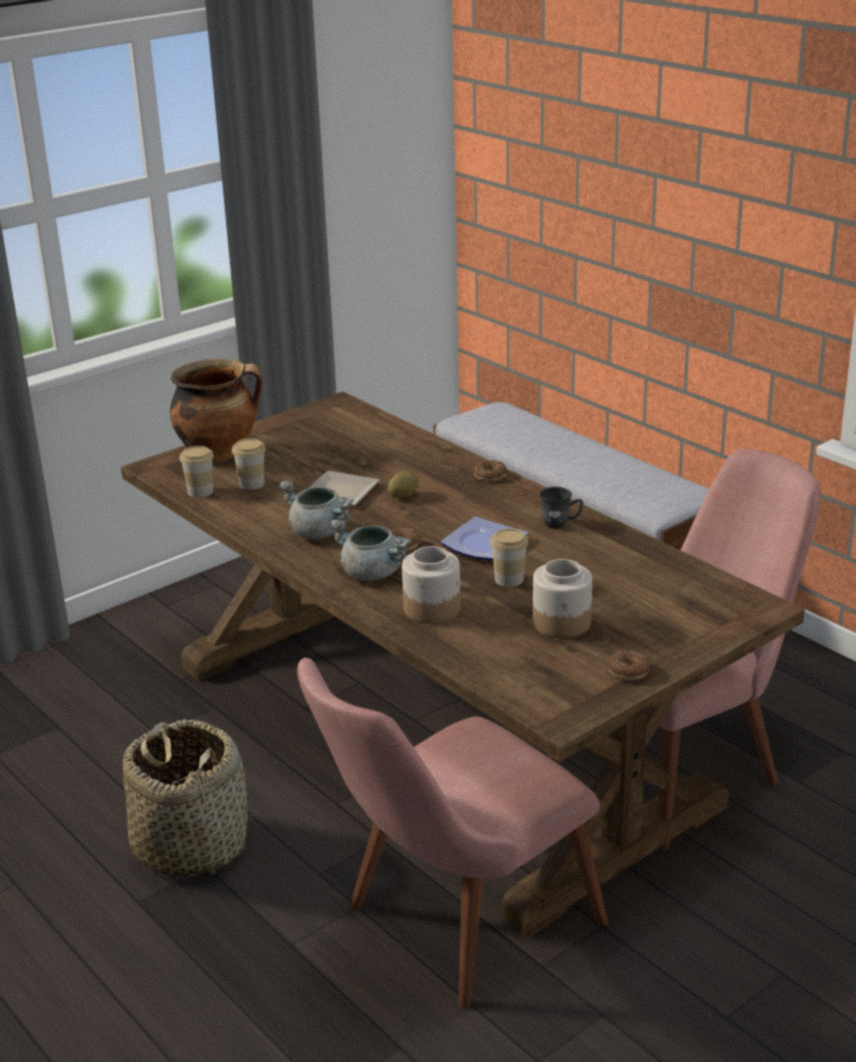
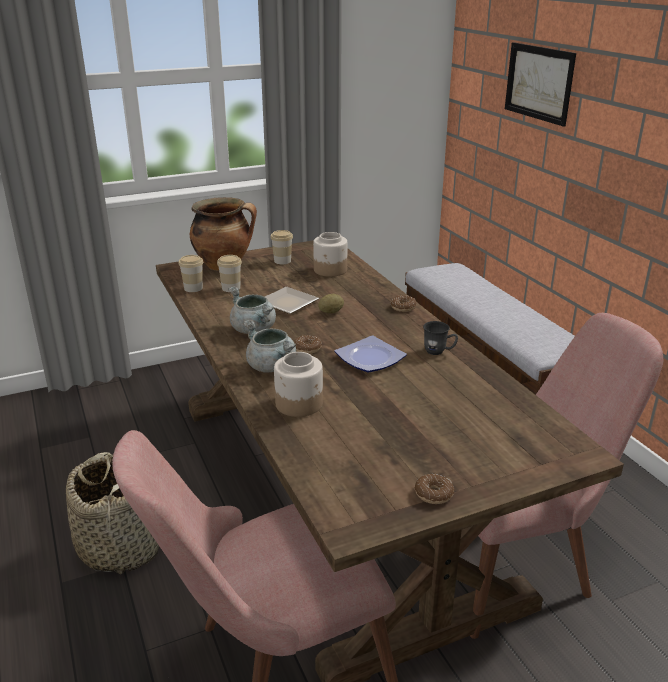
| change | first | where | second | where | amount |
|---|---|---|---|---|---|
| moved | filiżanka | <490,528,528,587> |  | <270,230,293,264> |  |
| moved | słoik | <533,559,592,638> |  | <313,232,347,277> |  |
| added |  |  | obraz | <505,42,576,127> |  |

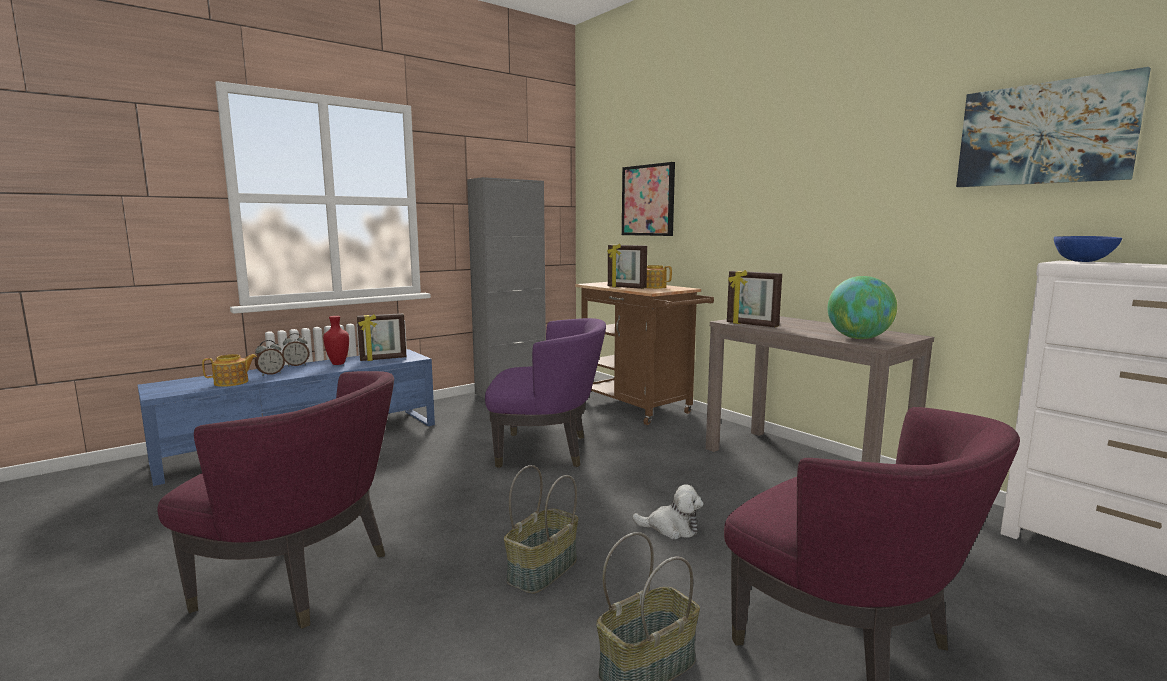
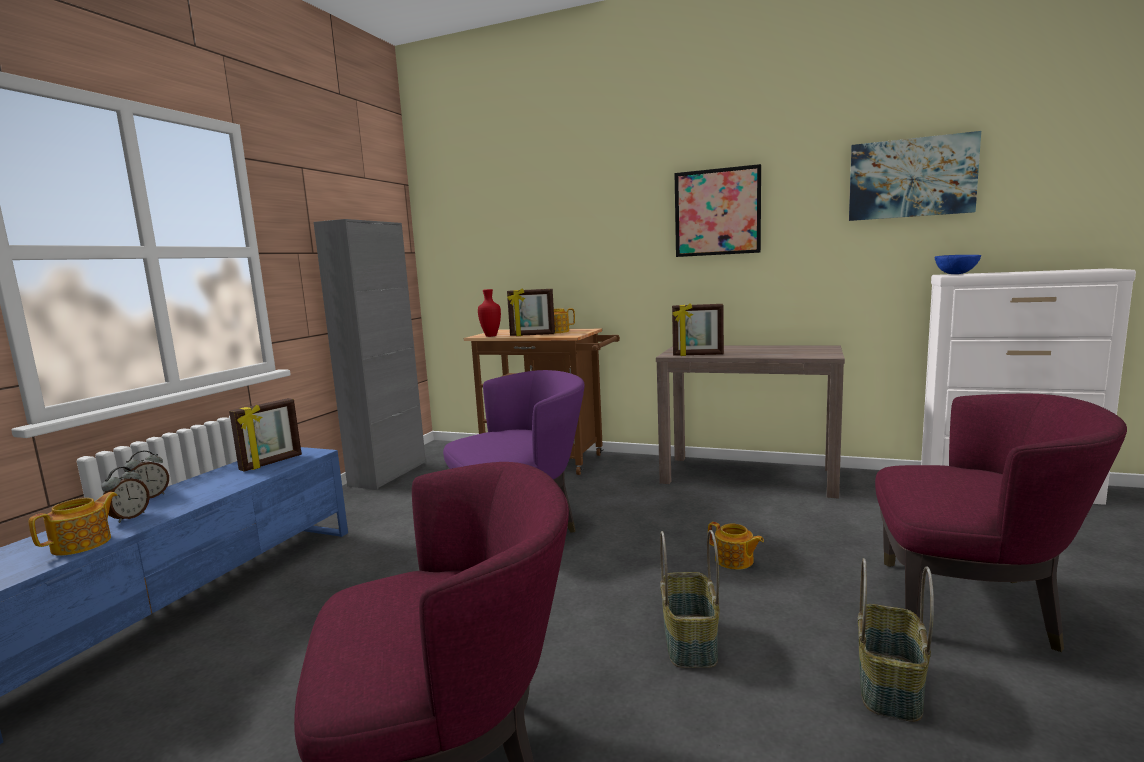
| change | first | where | second | where | amount |
|---|---|---|---|---|---|
| moved | obraz | <622,162,675,236> |  | <675,164,761,257> |  |
| removed | globus | <828,276,897,339> |  |  |  |
| moved | wazon/czerwony | <323,316,349,365> |  | <478,289,501,337> |  |
| replaced | pluszak | <632,484,704,540> | imbryk | <708,522,764,570> |  |

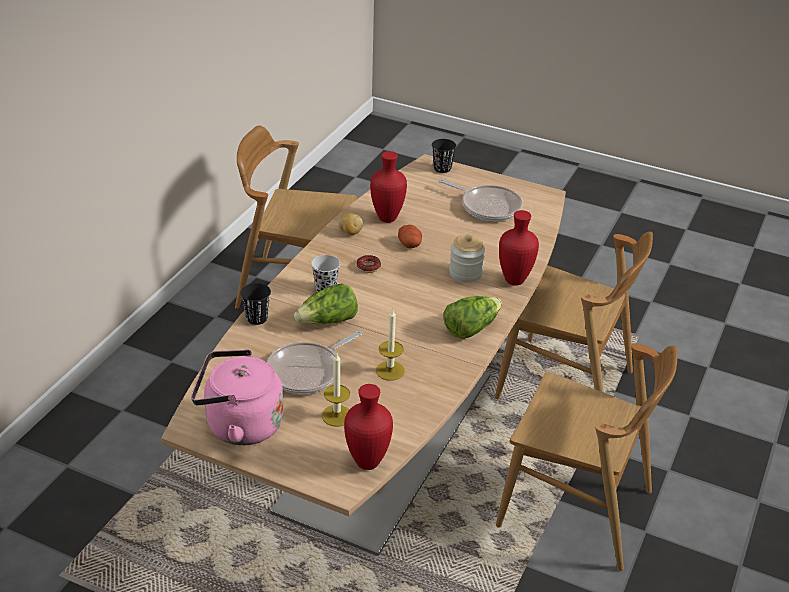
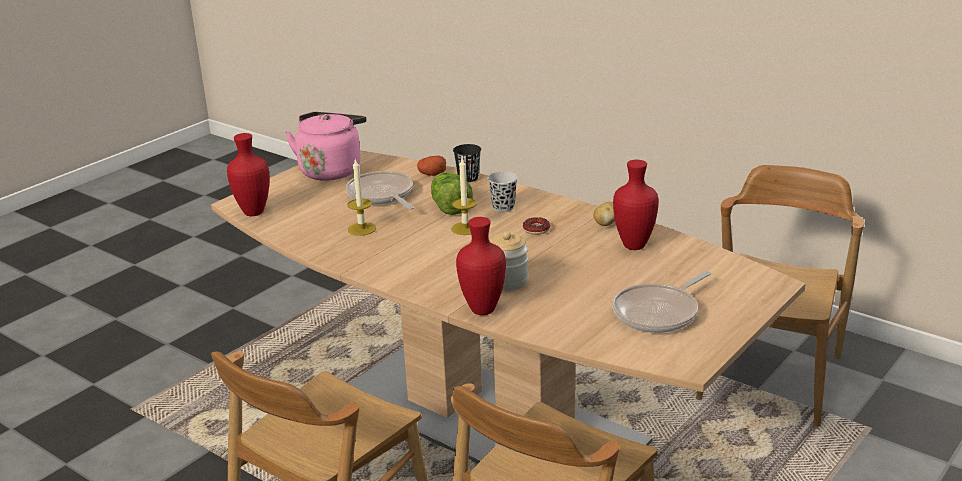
| change | first | where | second | where | amount |
|---|---|---|---|---|---|
| removed | filiżanka/czarny | <432,139,456,173> |  |  |  |
| moved | ziemniak | <398,225,422,248> |  | <417,155,446,176> |  |
| removed | sałata | <443,296,502,339> |  |  |  |
| moved | świeca | <322,354,350,427> |  | <451,159,477,235> |  |

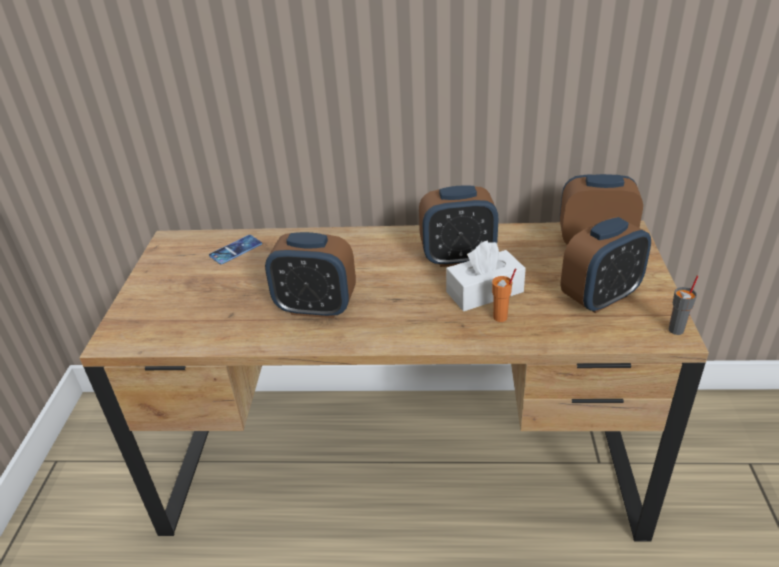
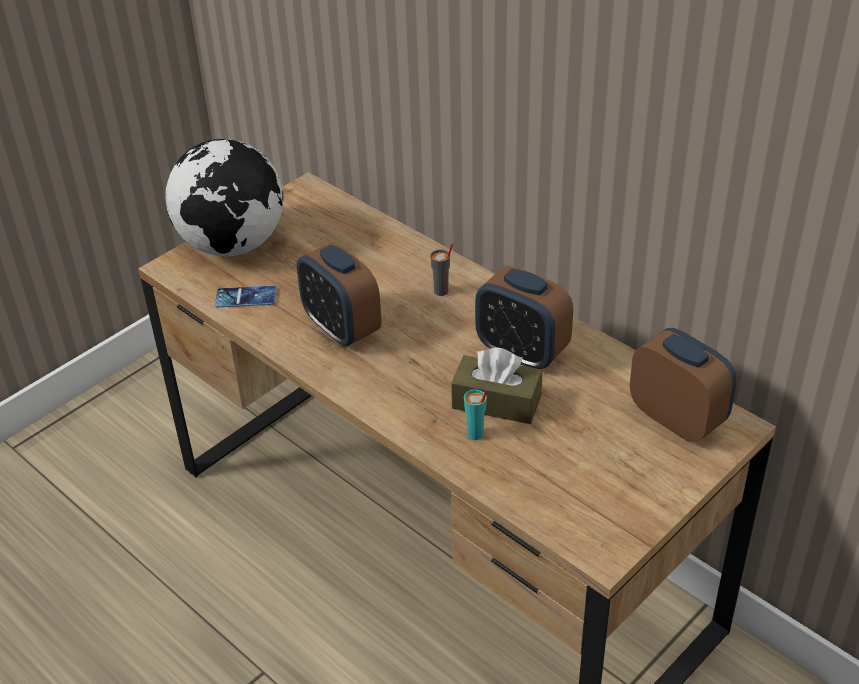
| change | first | where | second | where | amount |
|---|---|---|---|---|---|
| removed | budzik | <561,217,651,313> |  |  |  |
| moved | telefon | <209,235,262,264> |  | <215,285,277,307> |  |
| recoloured | pudełko chusteczek/biały | <446,241,526,311> | pudełko chusteczek/brązowy | <451,347,542,424> |  |
| recoloured | filiżanka/pomarańczowy | <492,269,516,322> | filiżanka/turkusowy | <464,389,487,440> |  |
| moved | filiżanka/szary | <669,276,698,335> |  | <430,244,453,296> |  |
| added |  |  | globus | <165,139,283,256> |  |

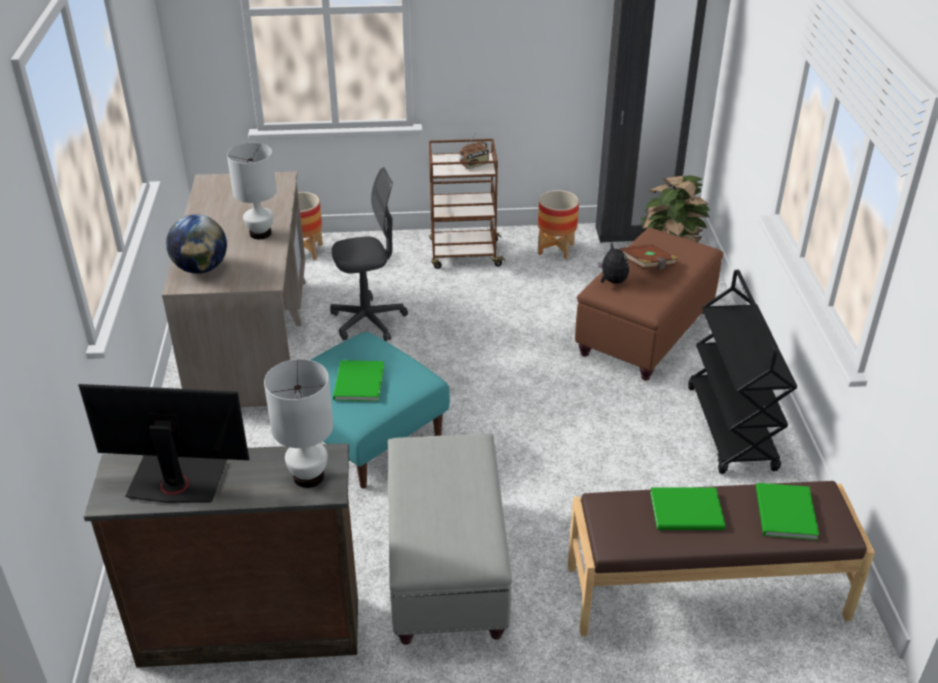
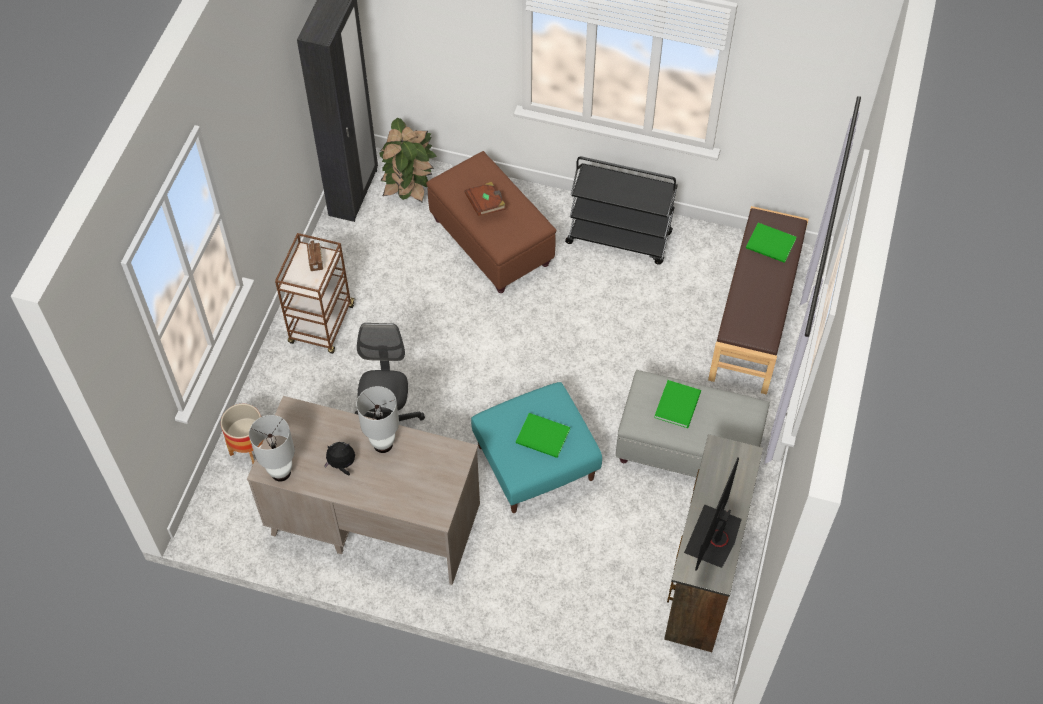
| change | first | where | second | where | amount |
|---|---|---|---|---|---|
| removed | donica | <538,190,579,260> |  |  |  |
| removed | globus | <166,214,227,274> |  |  |  |
| moved | pluszak | <598,244,629,284> |  | <324,442,355,475> |  |
| moved | lampa stołowa/biały | <264,359,333,488> |  | <249,415,295,482> |  |
| moved | książka/zielony | <650,487,725,530> |  | <654,380,701,428> |  |

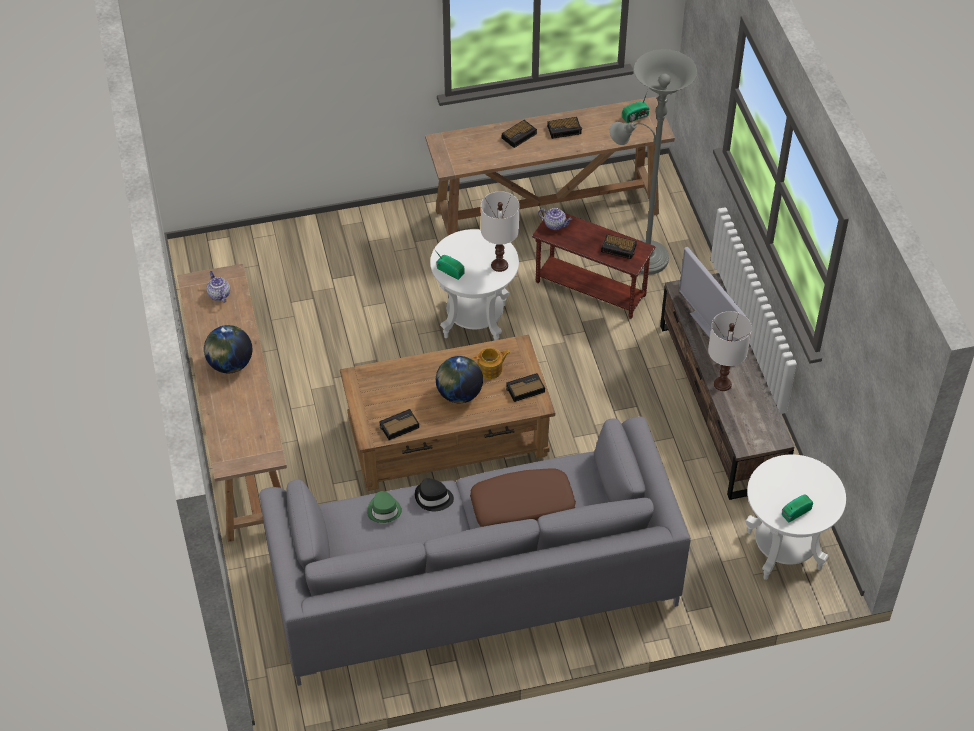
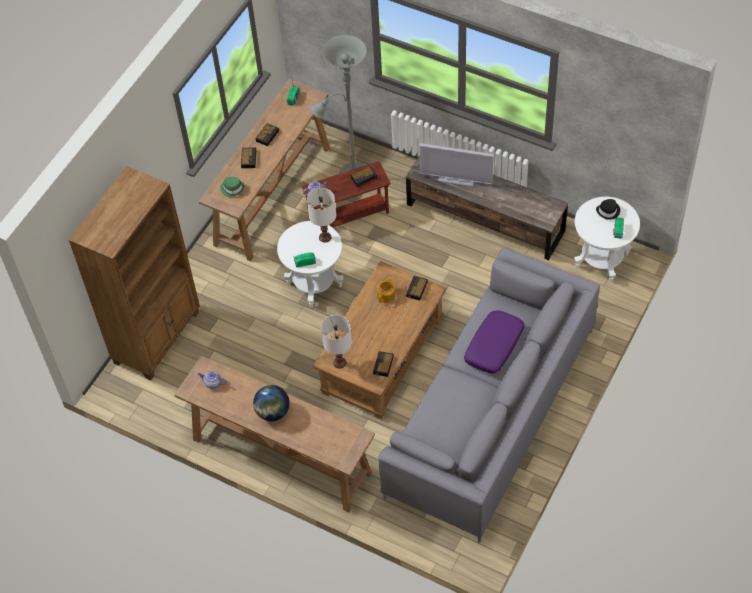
| change | first | where | second | where | amount |
|---|---|---|---|---|---|
| moved | lampa stołowa/biały | <708,311,752,391> |  | <321,315,352,369> |  |
| removed | globus | <436,356,483,403> |  |  |  |
| recoloured | poduszka/brązowy | <470,468,576,527> | poduszka/fioletowy | <464,310,525,374> |  |
| moved | kapelusz/czarny | <415,478,454,511> |  | <596,199,620,220> |  |
| moved | kapelusz/zielony | <367,491,402,523> |  | <220,177,245,197> |  |
| added |  |  | regał/brązowy | <68,166,200,380> |  |

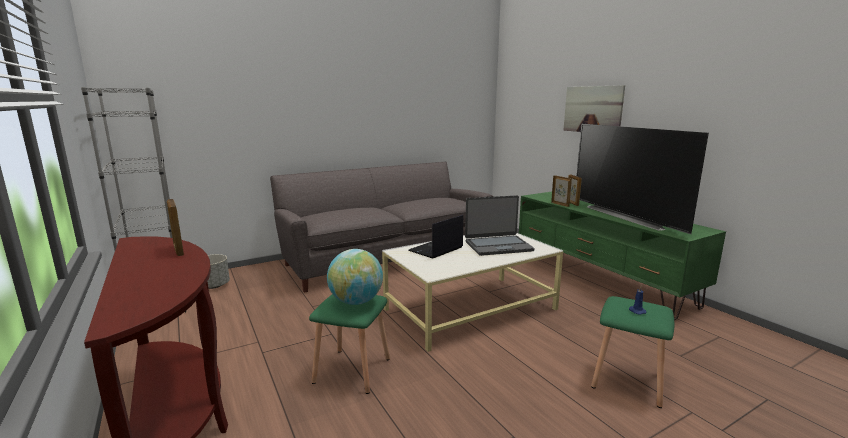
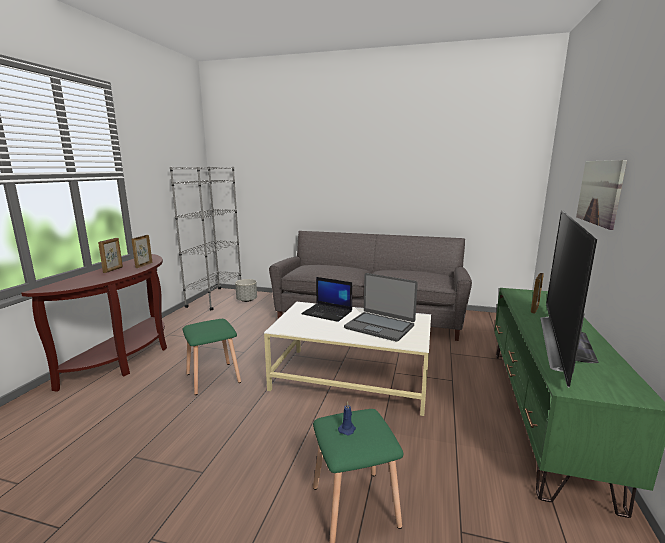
| change | first | where | second | where | amount |
|---|---|---|---|---|---|
| moved | ramka na zdjęcie | <551,175,572,207> |  | <98,238,123,273> |  |
| turned | laptop | <408,215,463,259> |  | <301,277,352,322> | 150 degrees counterclockwise |
| removed | globus | <327,249,383,305> |  |  |  |

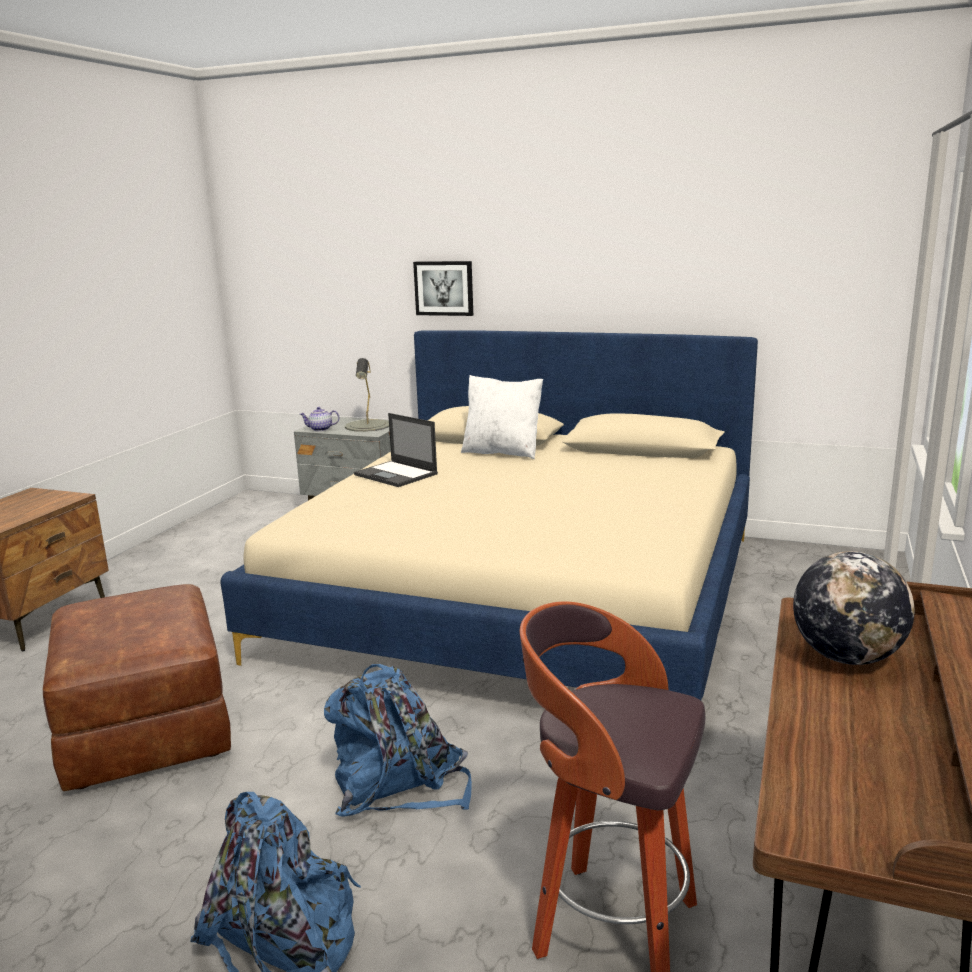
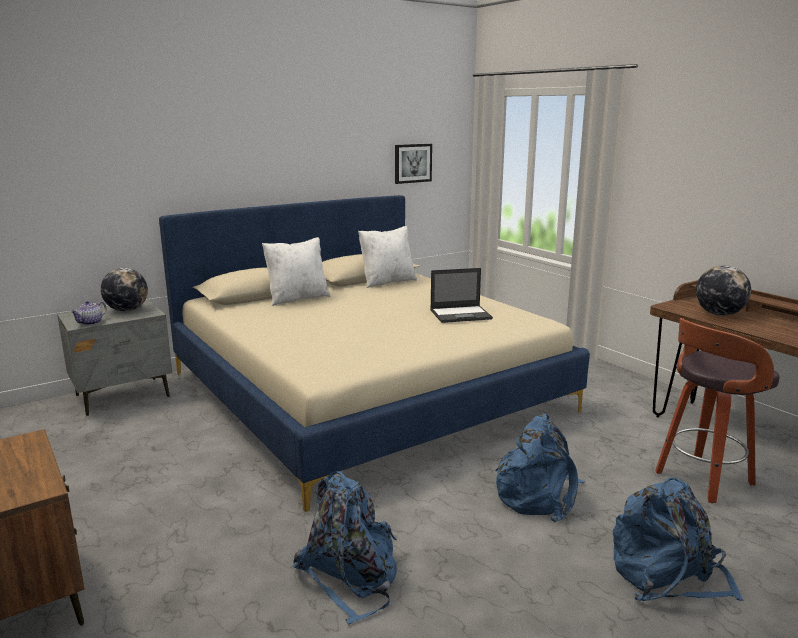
| change | first | where | second | where | amount |
|---|---|---|---|---|---|
| moved | obraz | <413,261,473,316> |  | <395,144,432,184> |  |
| replaced | lampa stołowa/szary | <345,358,389,432> | globus | <101,268,148,311> |  |
| moved | laptop | <354,413,438,487> |  | <430,268,493,323> |  |
| replaced | pufa/brązowy | <43,584,231,791> | plecak/niebieski | <293,471,397,624> |  |
| added |  |  | poduszka/biały | <358,226,417,288> |  |

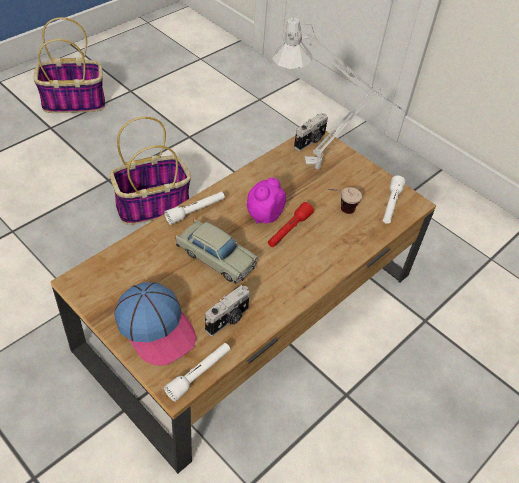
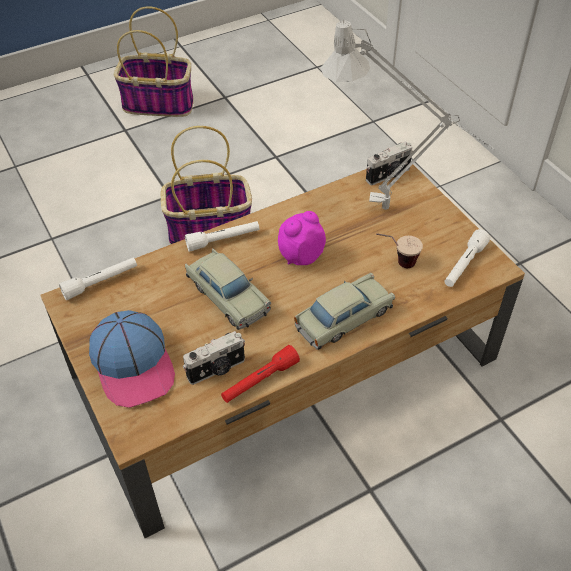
| change | first | where | second | where | amount |
|---|---|---|---|---|---|
| moved | latarka/czerwony | <268,202,314,247> |  | <221,345,300,403> |  |
| moved | latarka/biały | <164,343,231,402> |  | <59,257,137,300> |  |
| added |  |  | samochodzik/beżowy | <294,273,395,350> |  |

